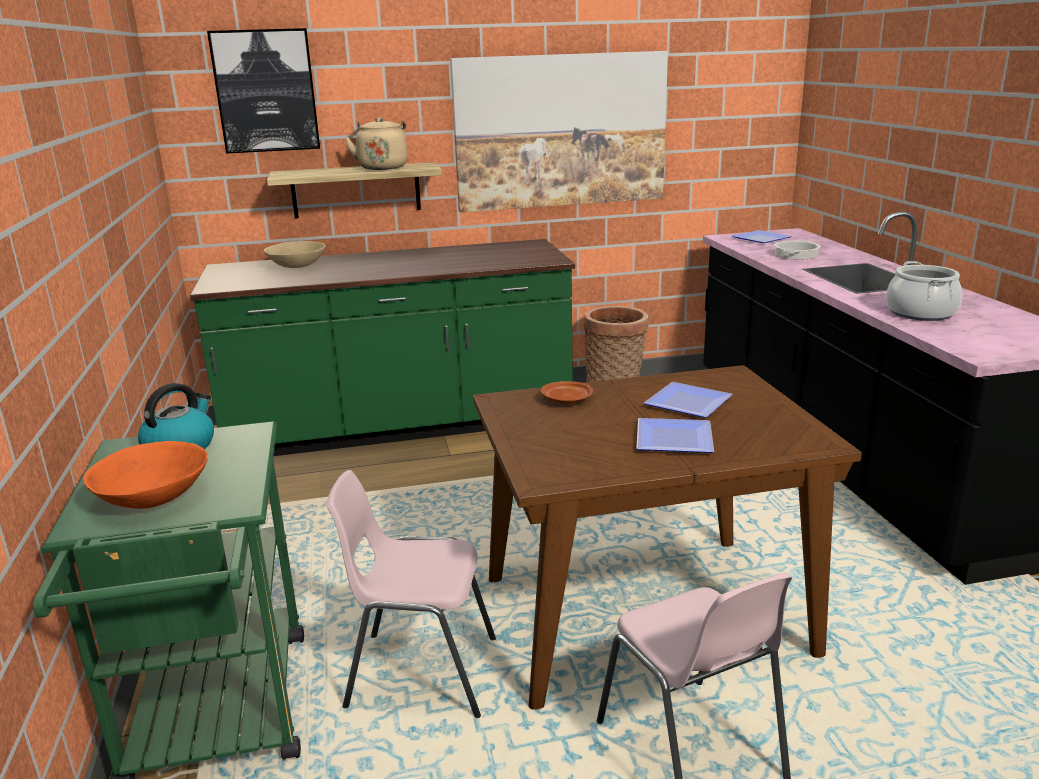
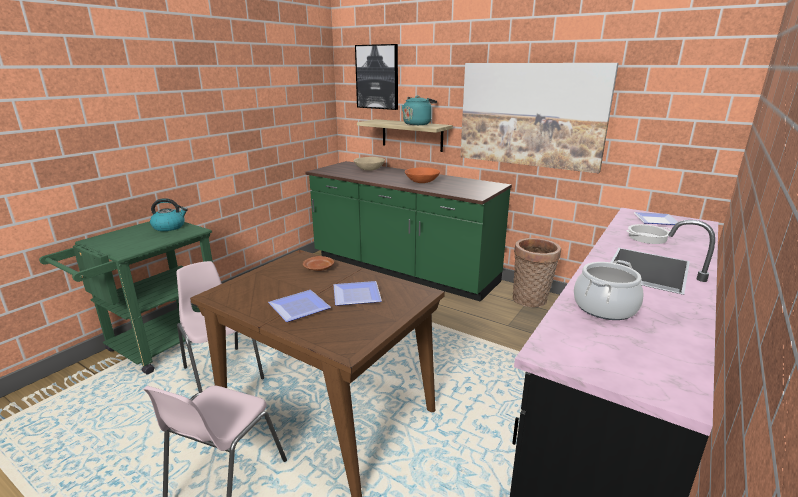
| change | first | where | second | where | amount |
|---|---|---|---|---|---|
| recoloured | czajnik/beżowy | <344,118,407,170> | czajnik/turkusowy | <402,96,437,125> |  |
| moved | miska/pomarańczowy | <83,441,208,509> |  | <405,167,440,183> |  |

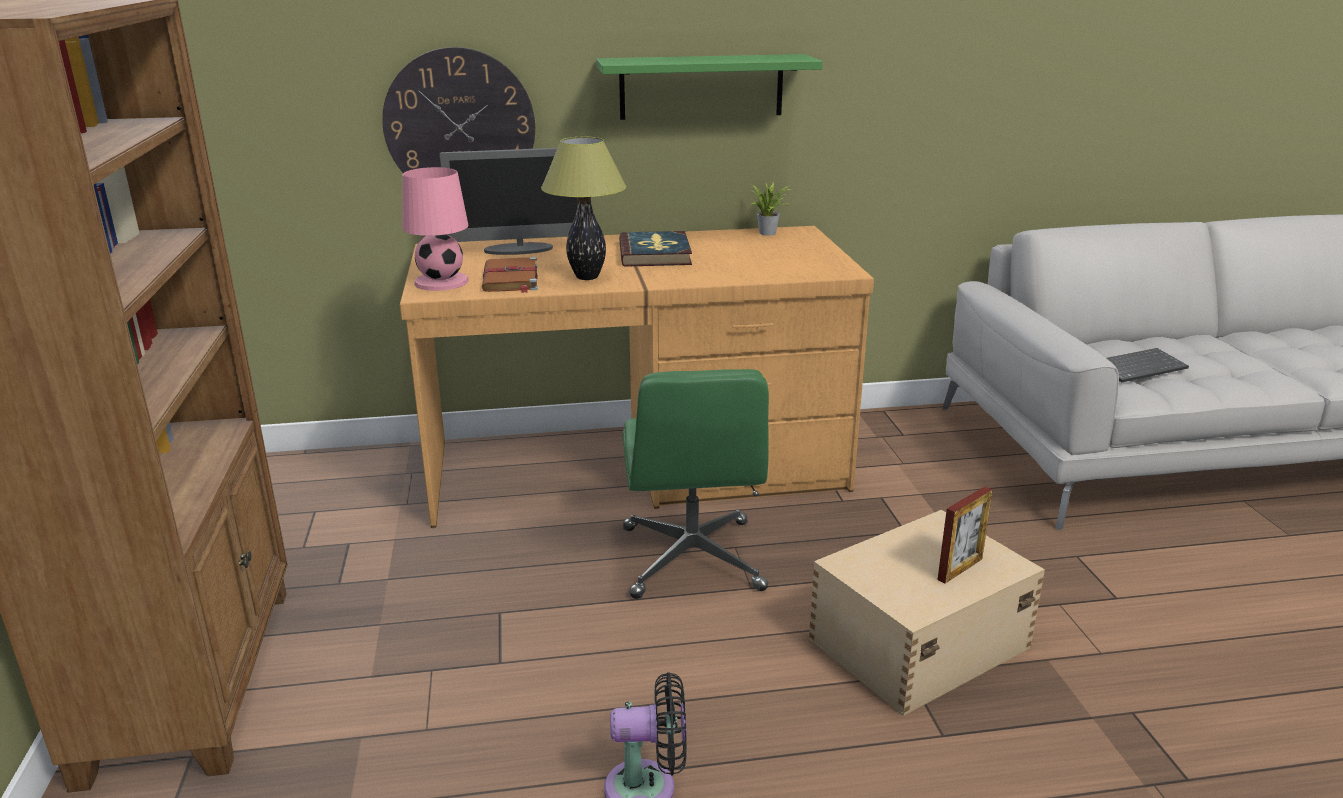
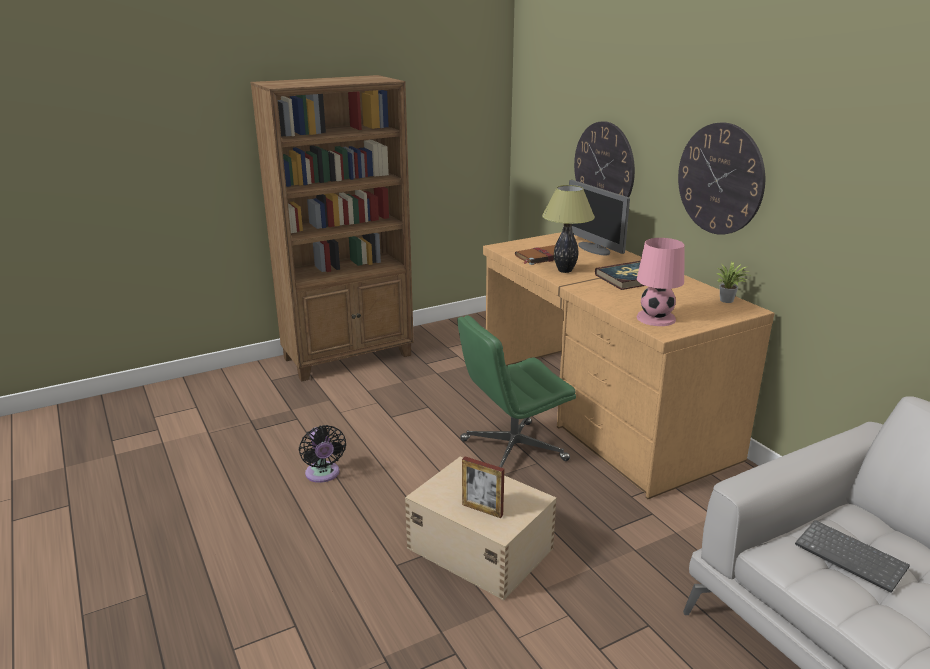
| change | first | where | second | where | amount |
|---|---|---|---|---|---|
| replaced | półka/zielony | <596,54,823,120> | zegar ścienny | <678,122,765,235> |  |
| moved | lampa stołowa/różowy | <402,167,469,291> |  | <637,238,685,326> |  |

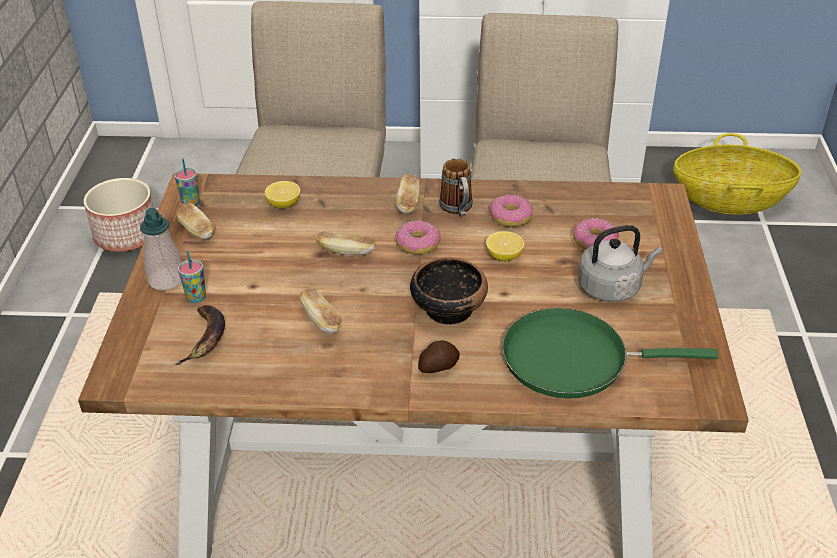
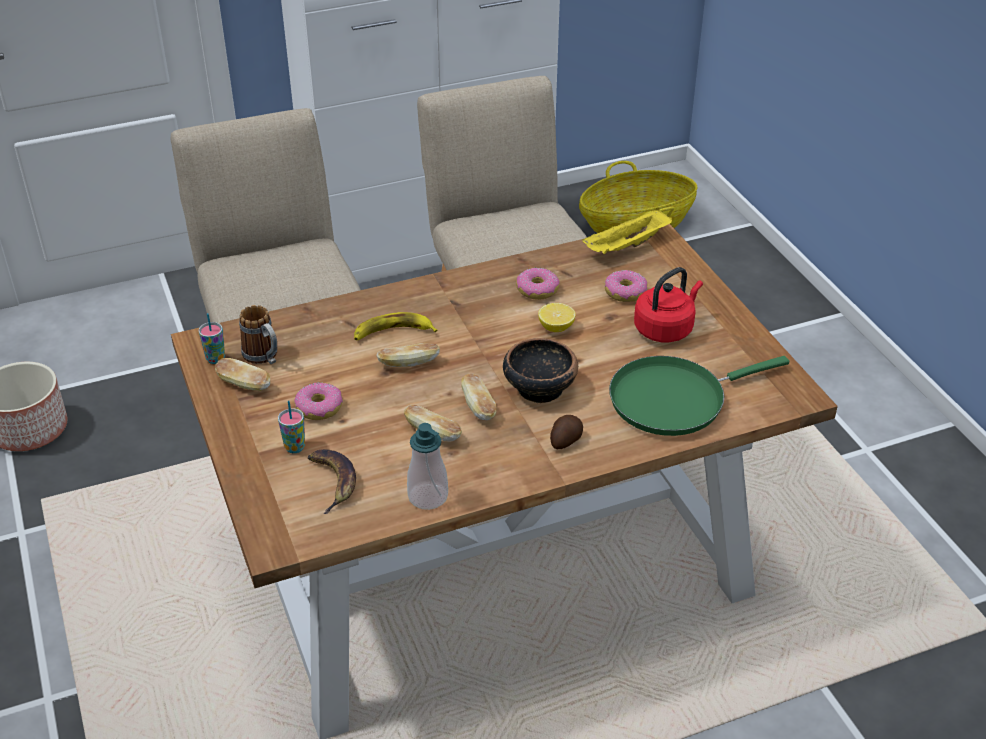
| change | first | where | second | where | amount |
|---|---|---|---|---|---|
| moved | kubek | <439,159,473,216> |  | <239,305,277,364> |  |
| moved | chleb | <396,174,420,214> |  | <461,374,497,420> |  |
| removed | cytryna | <265,181,300,209> |  |  |  |
| moved | dozownik mydła | <140,208,182,291> |  | <407,423,448,510> |  |
| moved | donut | <395,221,441,255> |  | <294,382,343,420> |  |
| recoloured | czajnik/szary | <578,225,662,302> | czajnik/czerwony | <634,267,703,343> |  |
| added |  |  | taca/żółty | <582,208,672,254> |  |
| added |  |  | banan | <354,312,438,340> |  |

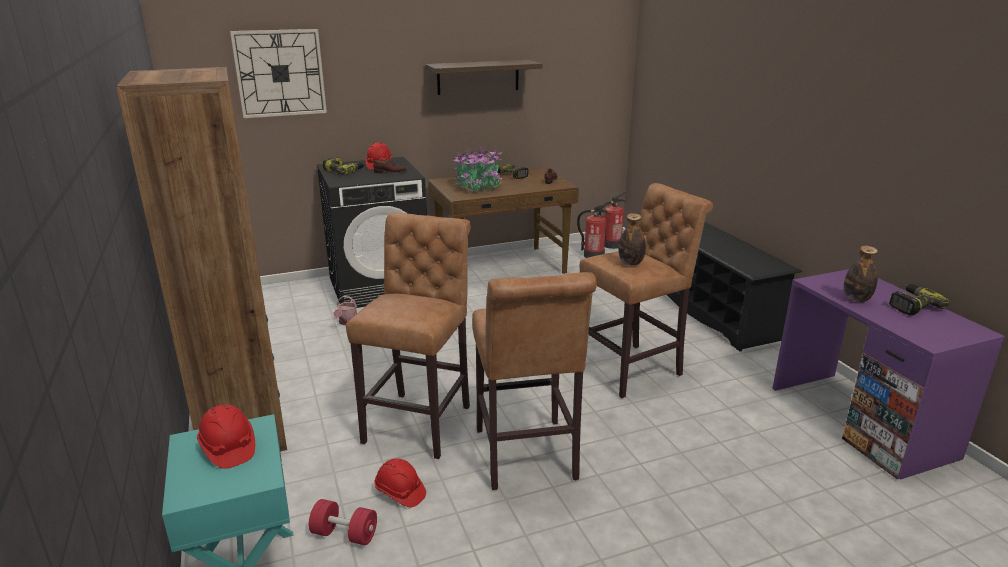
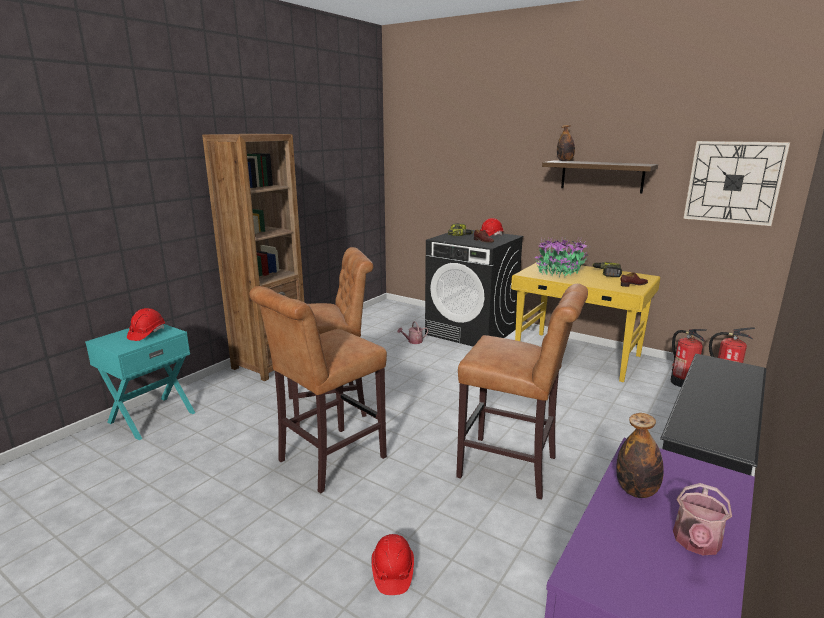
| change | first | where | second | where | amount |
|---|---|---|---|---|---|
| moved | zegar ścienny | <230,29,327,118> |  | <683,141,790,226> |  |
| recoloured | biurko/brązowy | <428,168,579,274> | biurko/żółty | <511,261,660,382> |  |
| moved | butelka | <619,213,646,265> |  | <557,125,575,161> |  |
| replaced | wiertarka | <889,284,950,315> | konewka | <673,483,732,555> |  |
| moved | kask/czerwony | <374,458,426,507> |  | <371,534,414,595> |  |
| removed | hantel/czerwony | <309,499,377,545> |  |  |  |

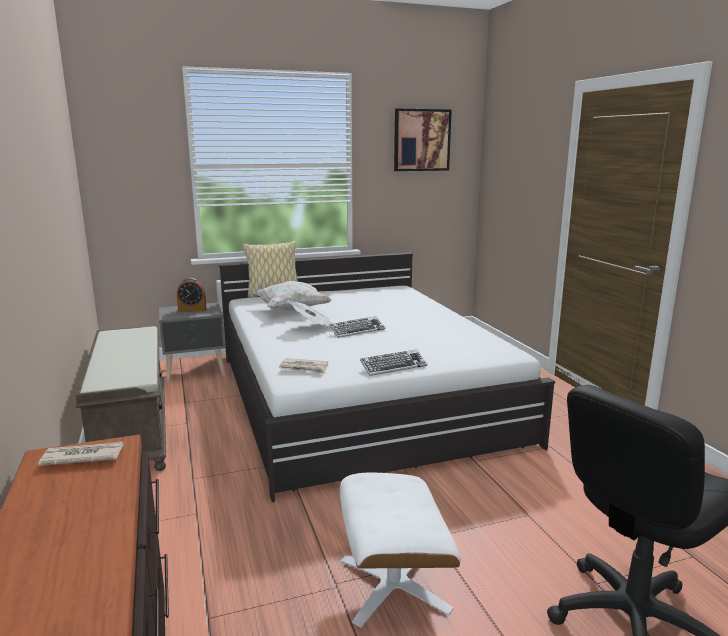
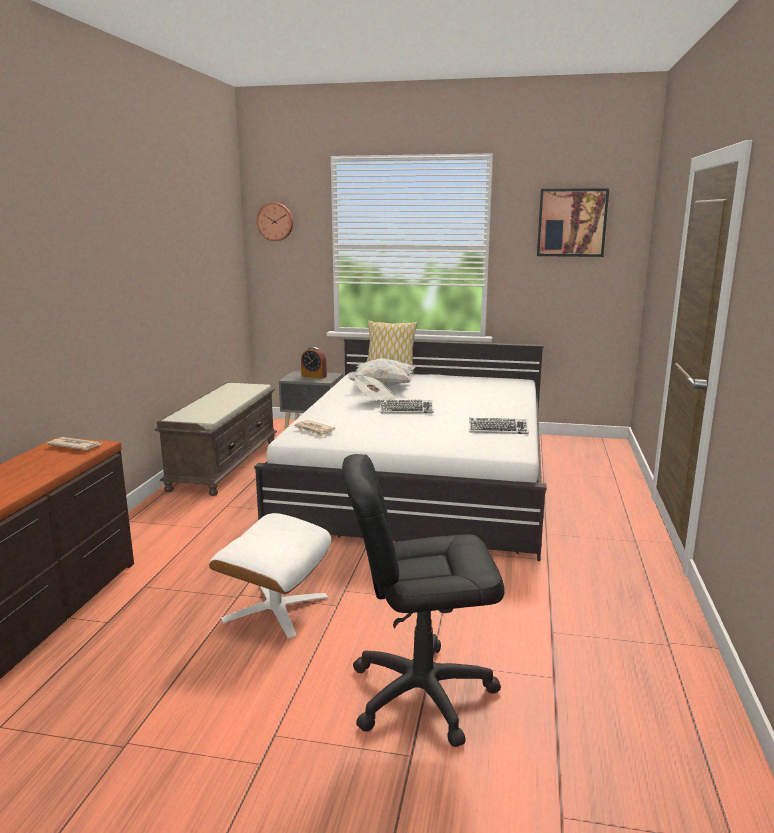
| change | first | where | second | where | amount |
|---|---|---|---|---|---|
| moved | klawiatura | <360,349,428,376> |  | <470,418,529,434> |  |
| added |  |  | zegar ścienny | <256,203,293,241> |  |

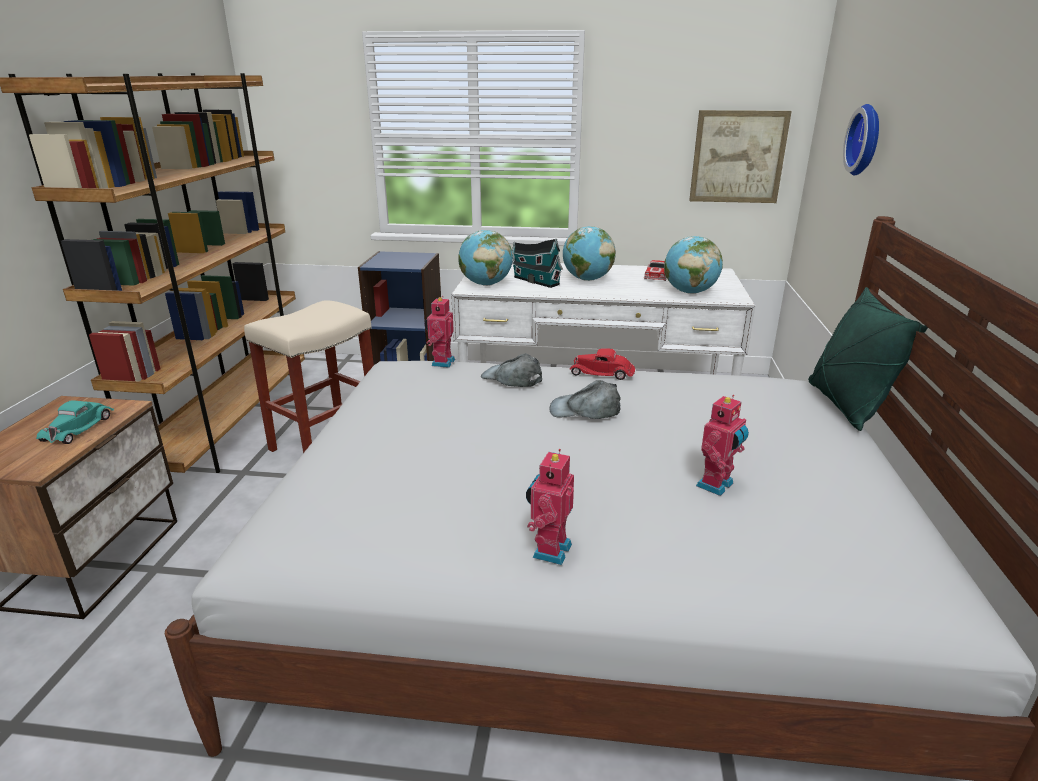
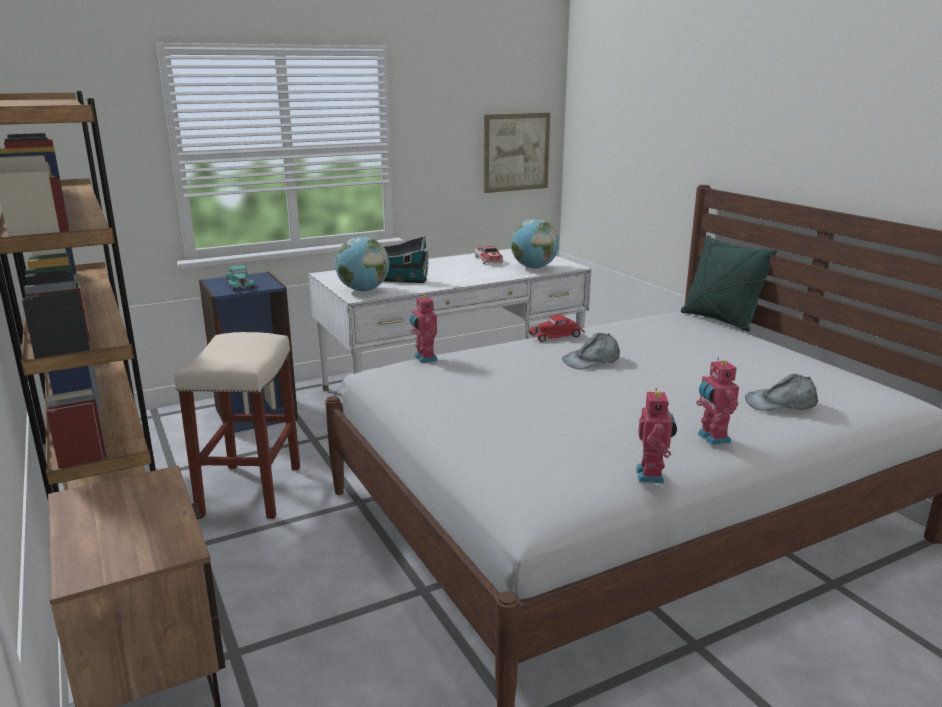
| change | first | where | second | where | amount |
|---|---|---|---|---|---|
| removed | zegar ścienny | <843,104,879,175> |  |  |  |
| removed | globus | <563,226,616,281> |  |  |  |
| moved | czapka z daszkiem/szary | <481,353,542,387> |  | <745,374,818,411> |  |
| moved | robot zabawkowy | <696,395,749,496> |  | <636,388,677,483> |  |
| moved | samochodzik/turkusowy | <36,400,114,444> |  | <226,265,254,291> |  |

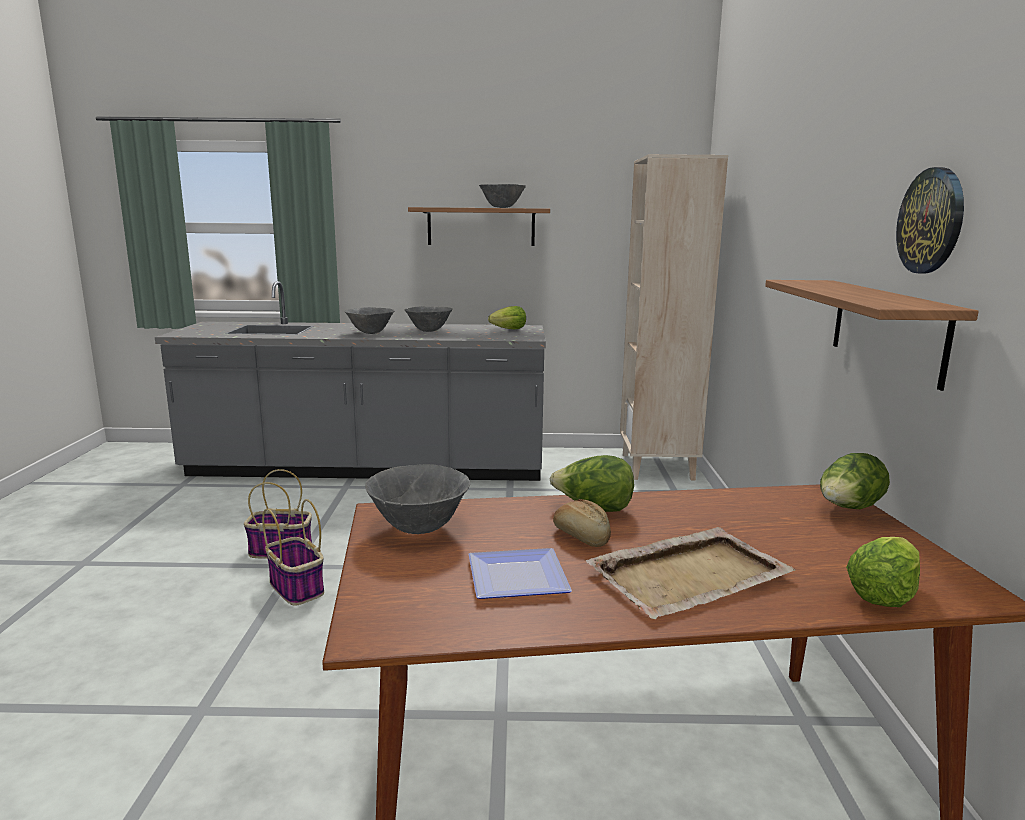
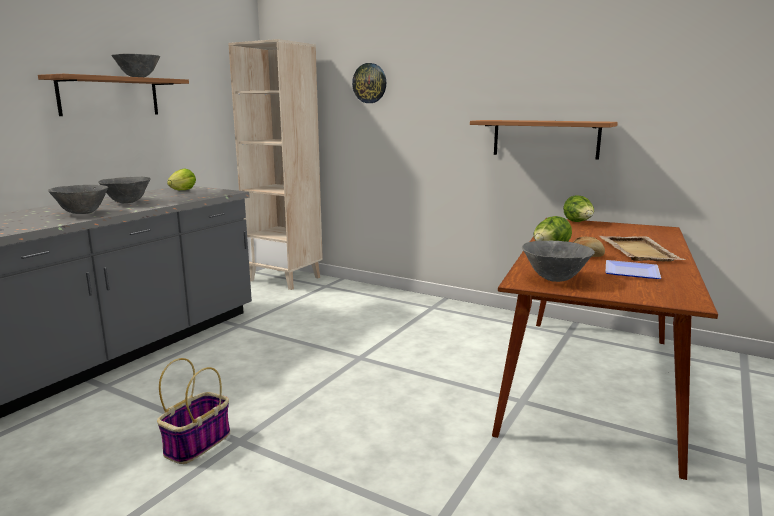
| change | first | where | second | where | amount |
|---|---|---|---|---|---|
| moved | zegar ścienny | <896,167,964,274> |  | <352,63,386,103> |  |
| removed | koszyk | <262,499,324,606> |  |  |  |
| removed | sałata | <846,537,920,607> |  |  |  |

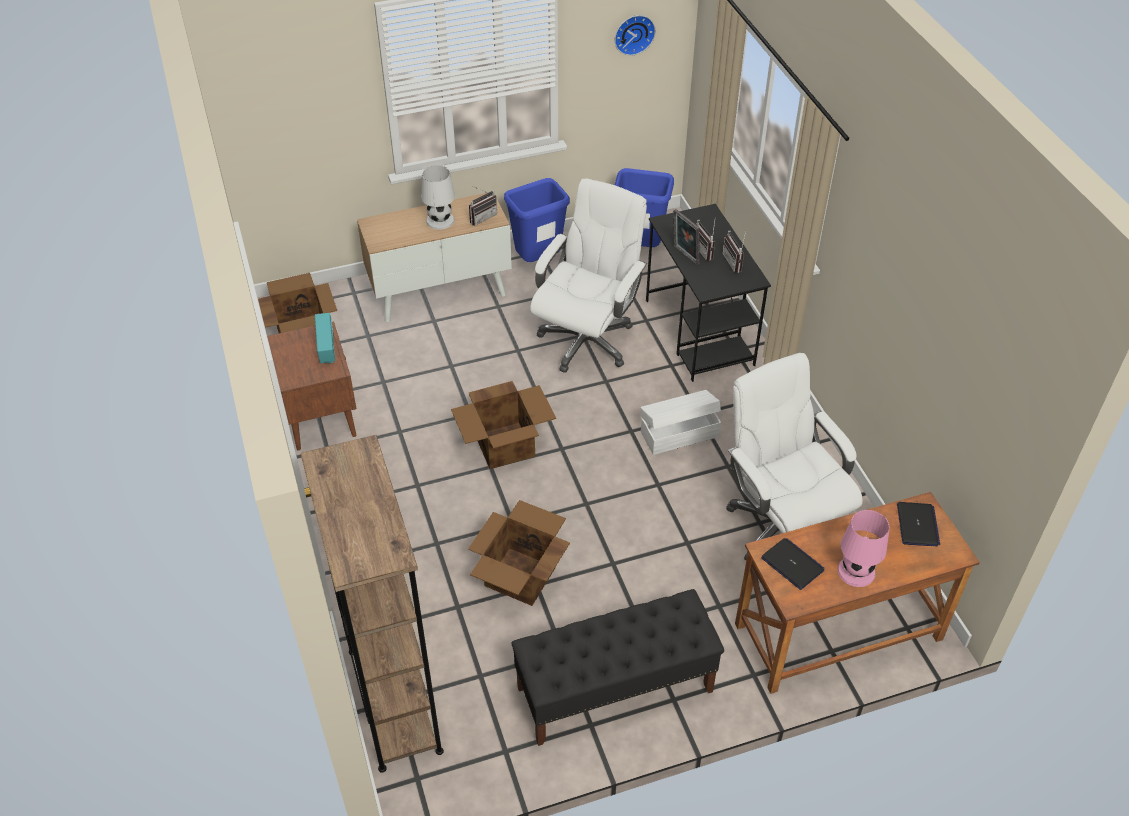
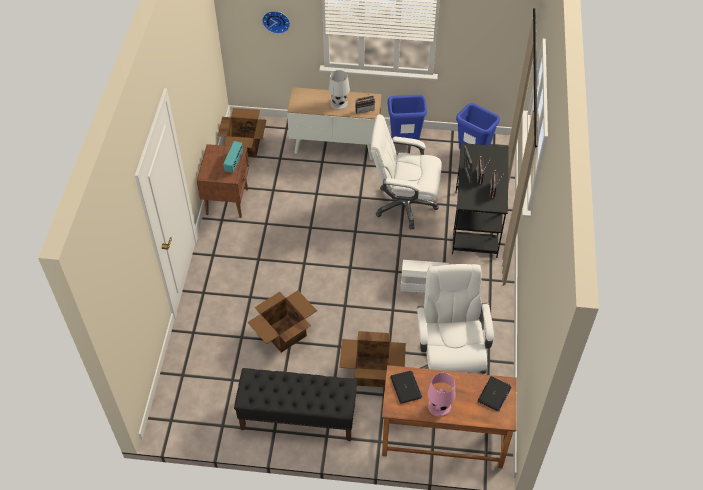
| change | first | where | second | where | amount |
|---|---|---|---|---|---|
| moved | zegar ścienny | <615,15,656,56> |  | <262,11,290,34> |  |
| turned | krzesło biurowe/biały | <530,178,647,373> |  | <371,114,442,230> | 135 degrees counterclockwise |
| moved | karton | <451,381,556,469> |  | <339,331,406,387> |  |
| removed | regał/brązowy | <301,435,444,773> |  |  |  |

